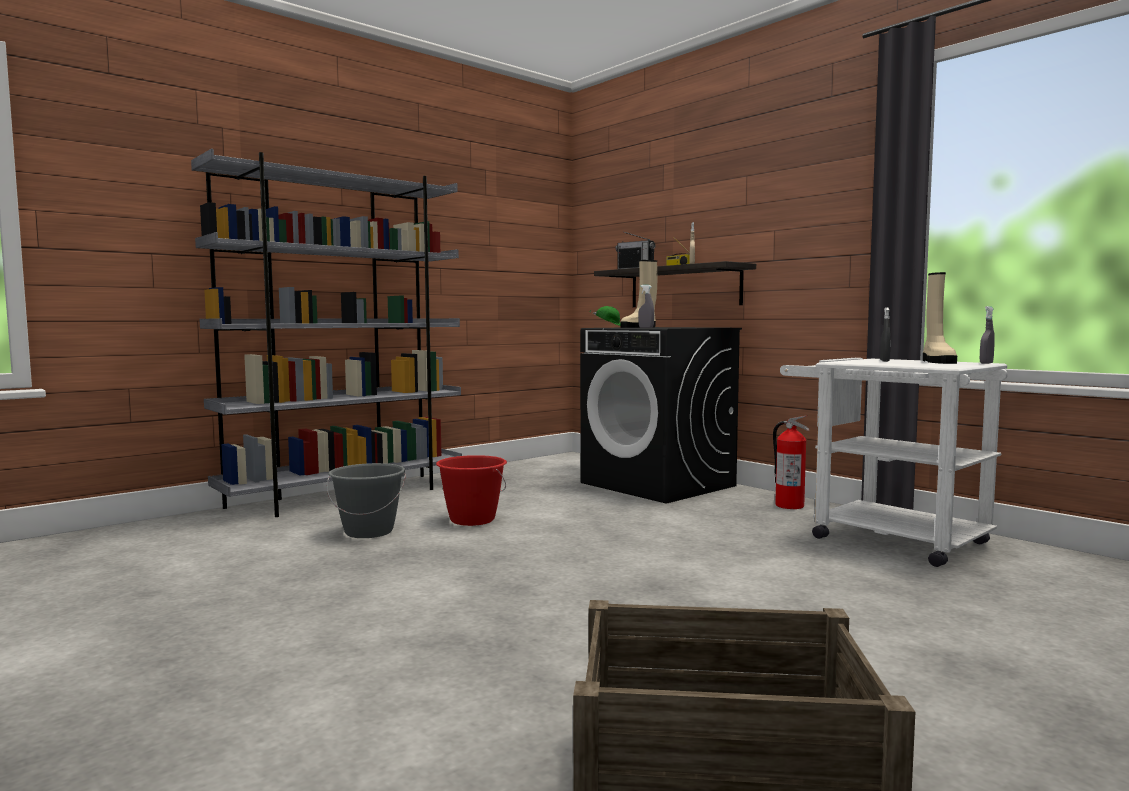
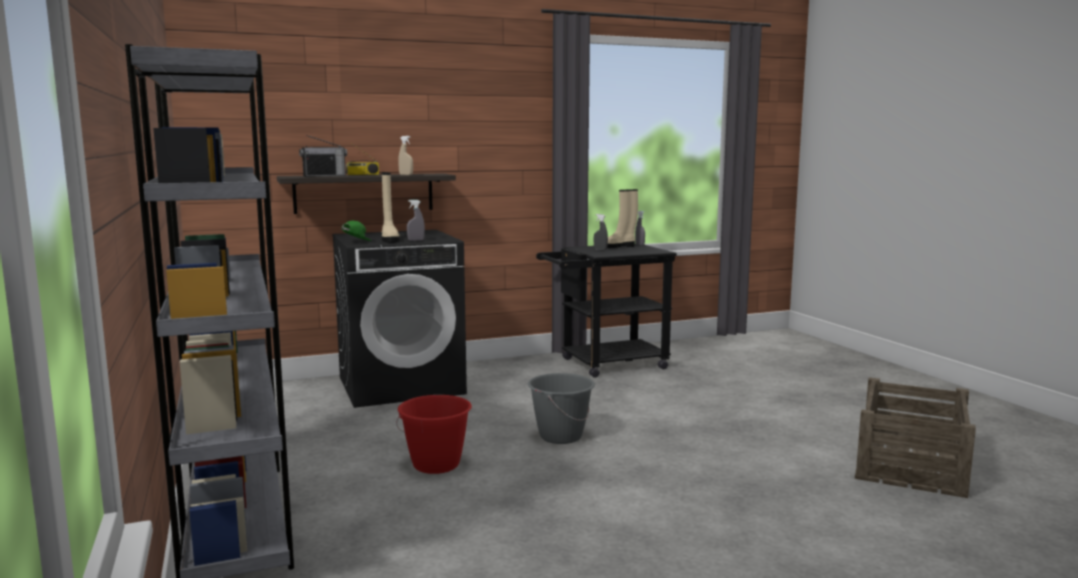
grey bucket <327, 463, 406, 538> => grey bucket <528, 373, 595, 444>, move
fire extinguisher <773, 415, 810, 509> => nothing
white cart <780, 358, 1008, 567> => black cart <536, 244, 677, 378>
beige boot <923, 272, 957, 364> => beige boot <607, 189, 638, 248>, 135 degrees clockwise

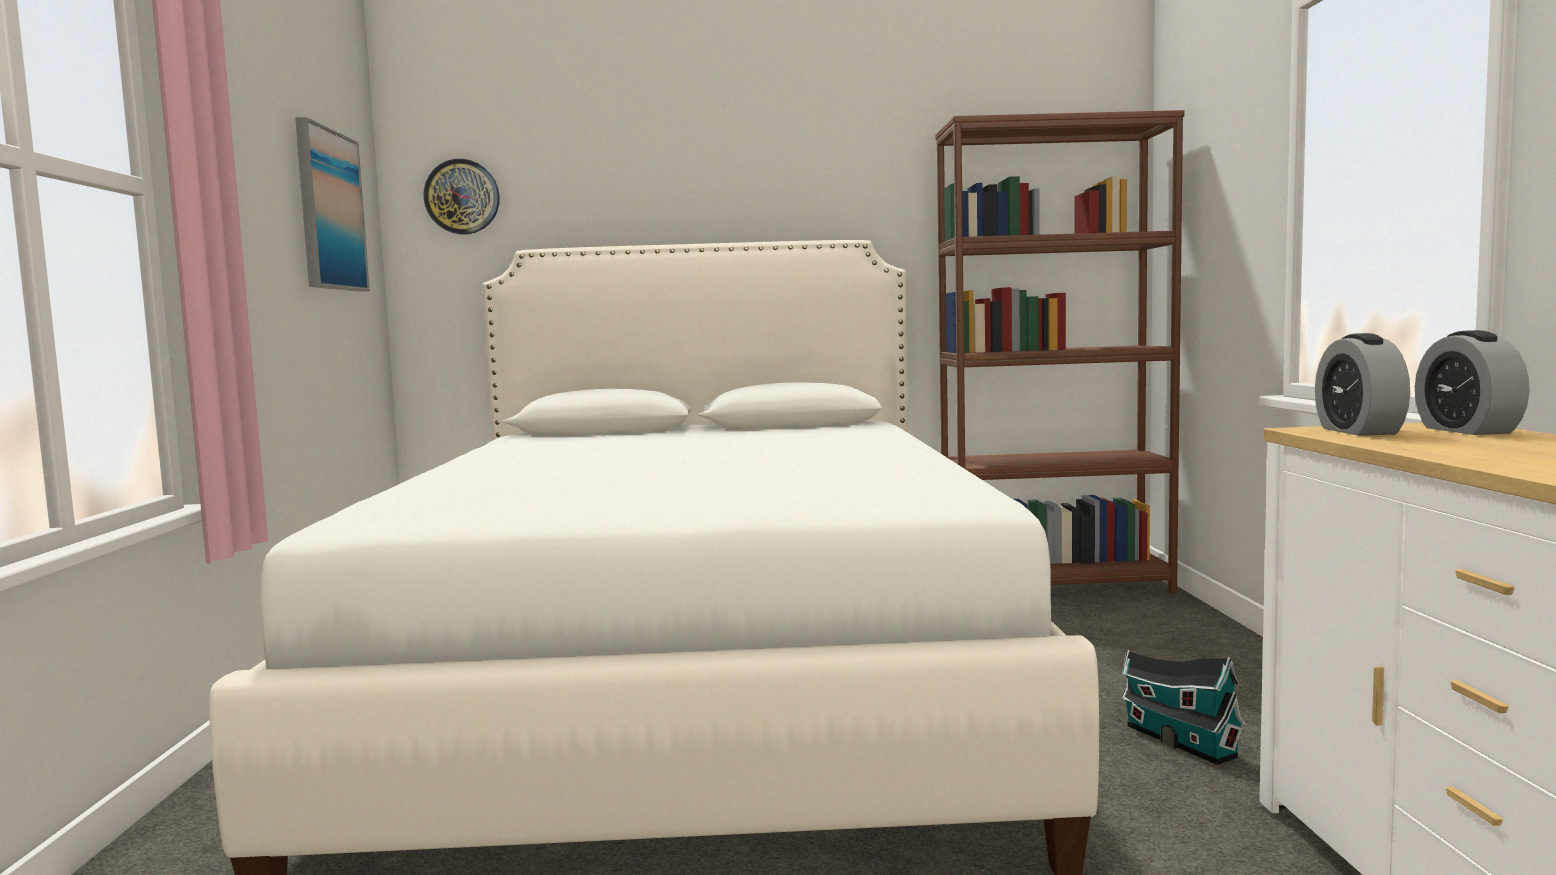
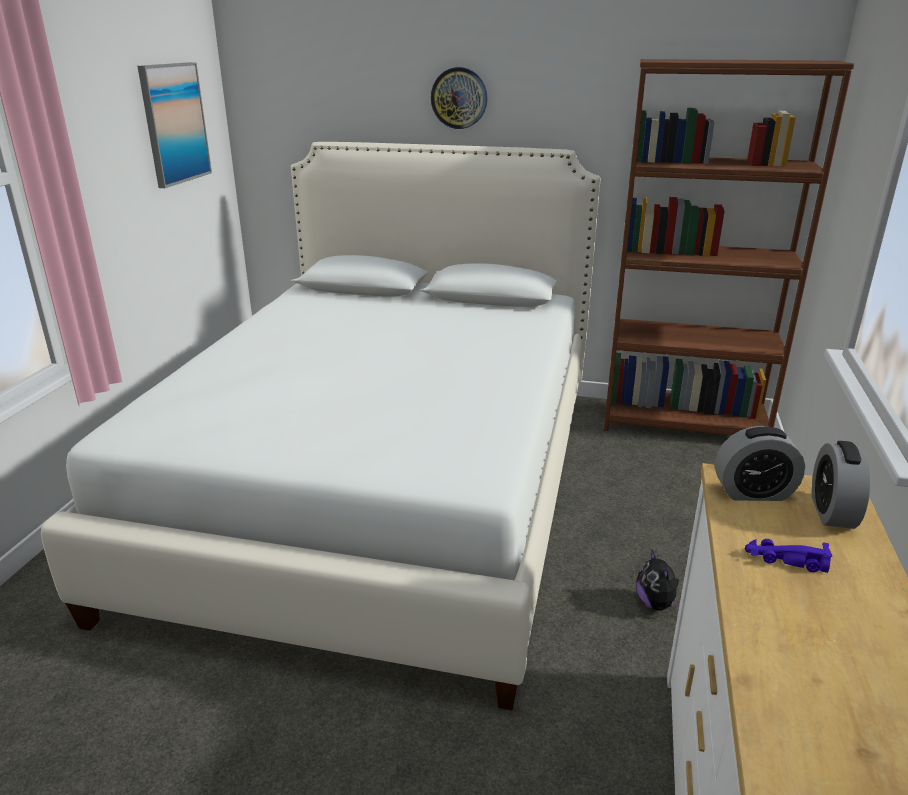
wall clock <423, 159, 500, 235> => wall clock <431, 67, 488, 129>, move
toy house <1121, 650, 1246, 765> => plush toy <636, 550, 680, 610>
alarm clock <1315, 333, 1410, 436> => alarm clock <715, 426, 805, 501>, 105 degrees counterclockwise
nothing => purple toy car <745, 539, 832, 573>

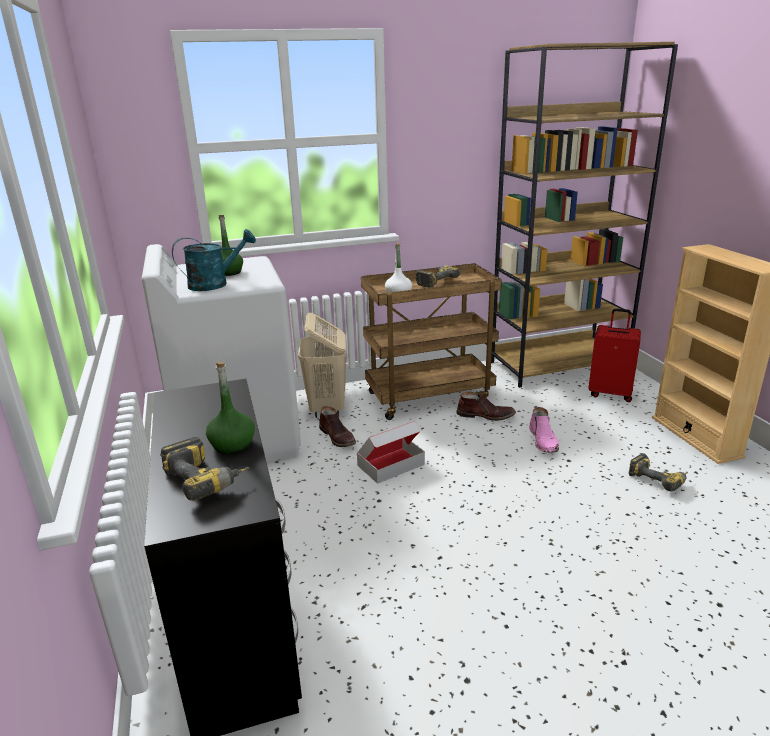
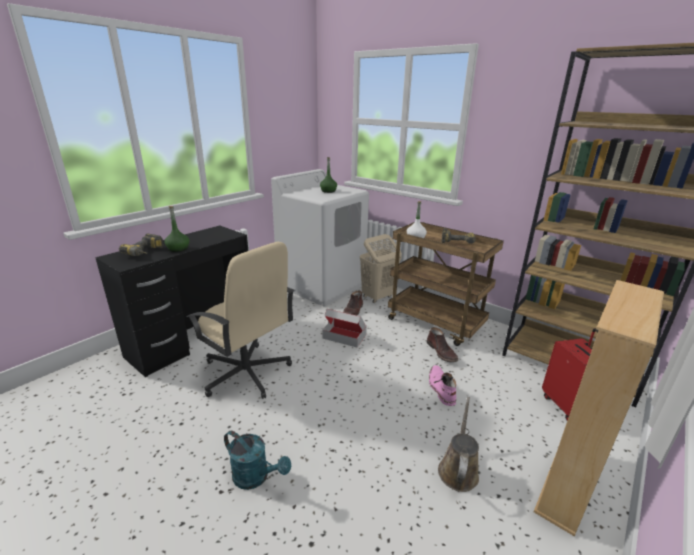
turquoise watering can <172, 229, 256, 291> => turquoise watering can <224, 431, 291, 490>, move
pink boot <529, 407, 559, 452> => pink boot <429, 365, 456, 406>, 120 degrees clockwise
power drill <629, 453, 688, 491> => brown watering can <438, 397, 479, 492>
nothing => beige office chair <187, 242, 294, 399>

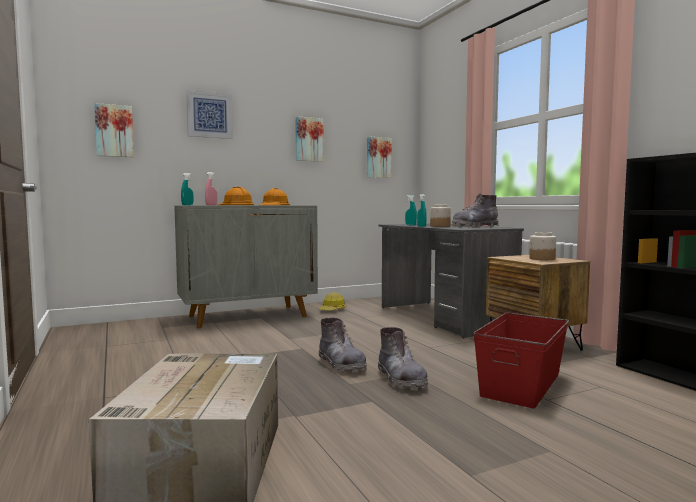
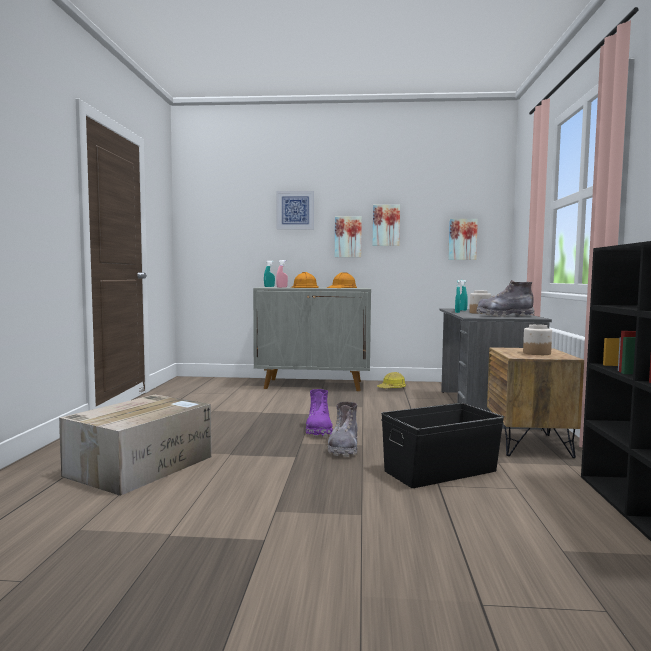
picture <94, 103, 134, 158> => picture <335, 217, 362, 257>, move
grey boot <319, 318, 367, 373> => purple boot <306, 389, 333, 437>
red storage box <473, 312, 569, 409> => black storage box <381, 403, 504, 488>

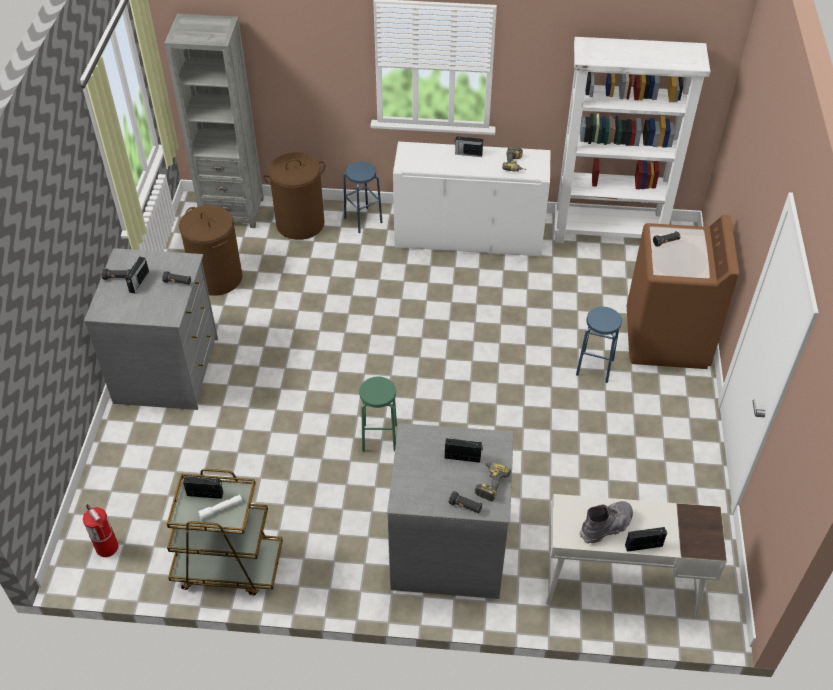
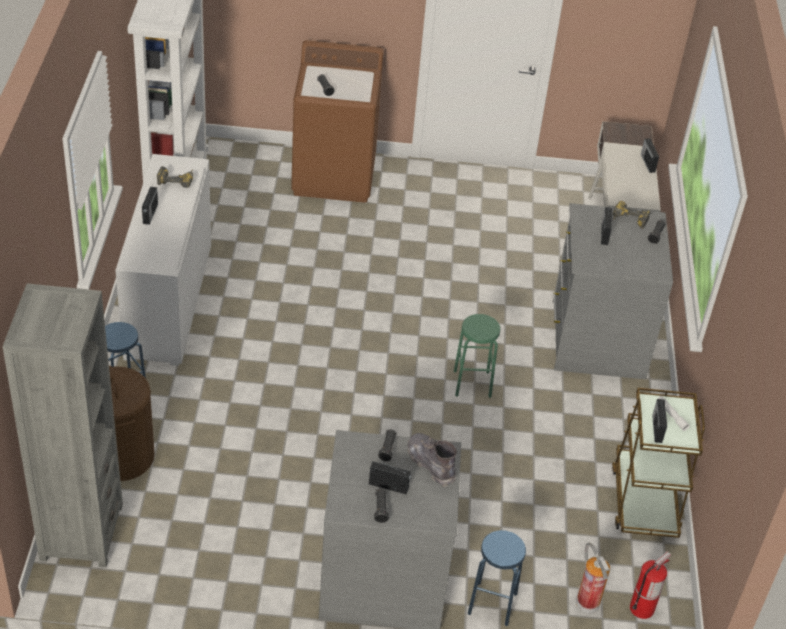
brown laundry basket <179, 205, 242, 296> => nothing
blue stool <576, 307, 622, 383> => blue stool <468, 530, 526, 626>, move
grey boot <580, 501, 633, 544> => grey boot <407, 433, 457, 487>, move
nothing => fire extinguisher <576, 543, 611, 613>

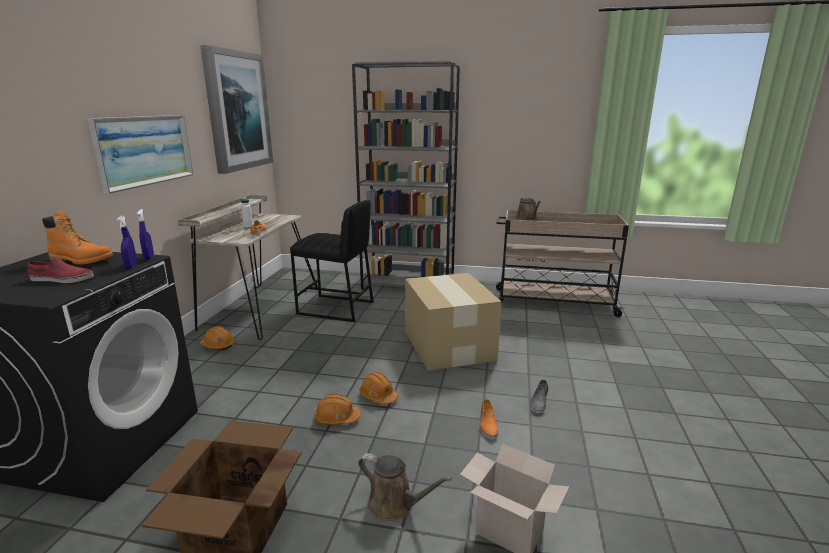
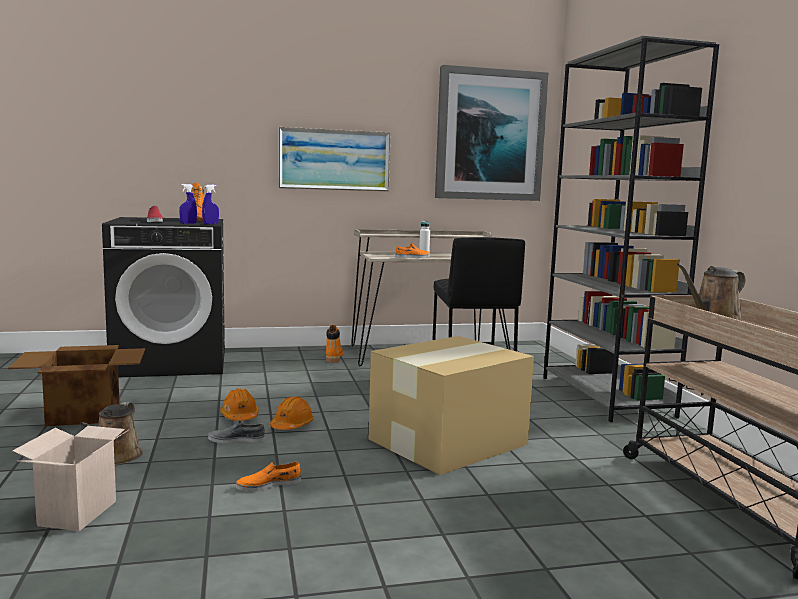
orange hard hat <200, 326, 235, 350> => orange boot <326, 325, 343, 363>
grey shoe <530, 379, 548, 413> => grey shoe <208, 421, 265, 443>, move

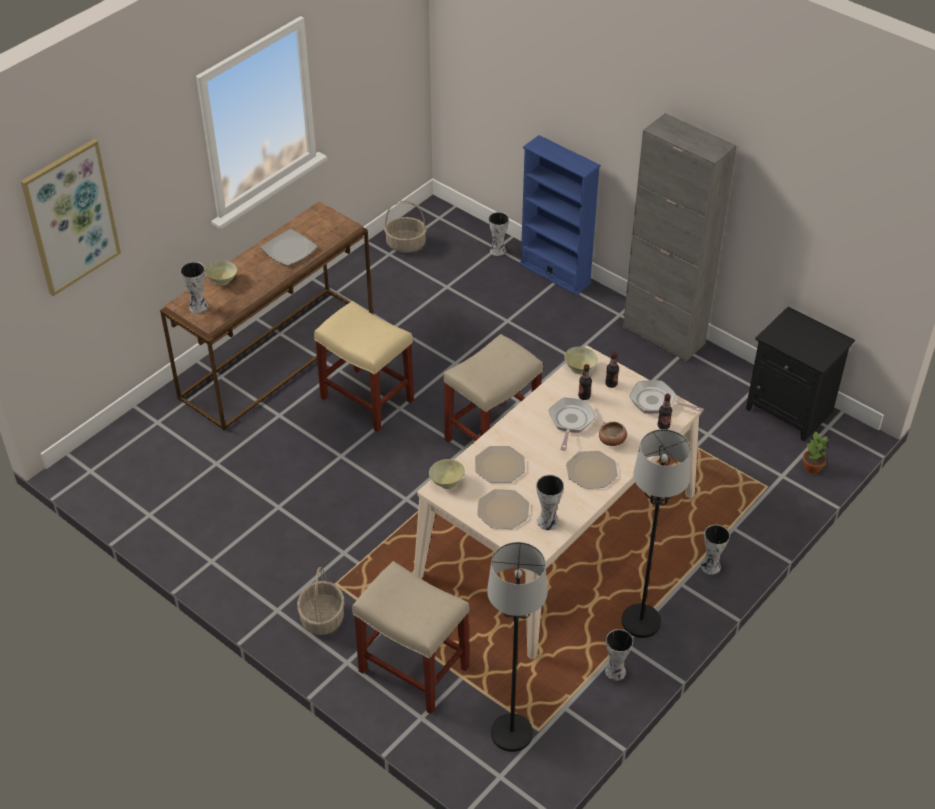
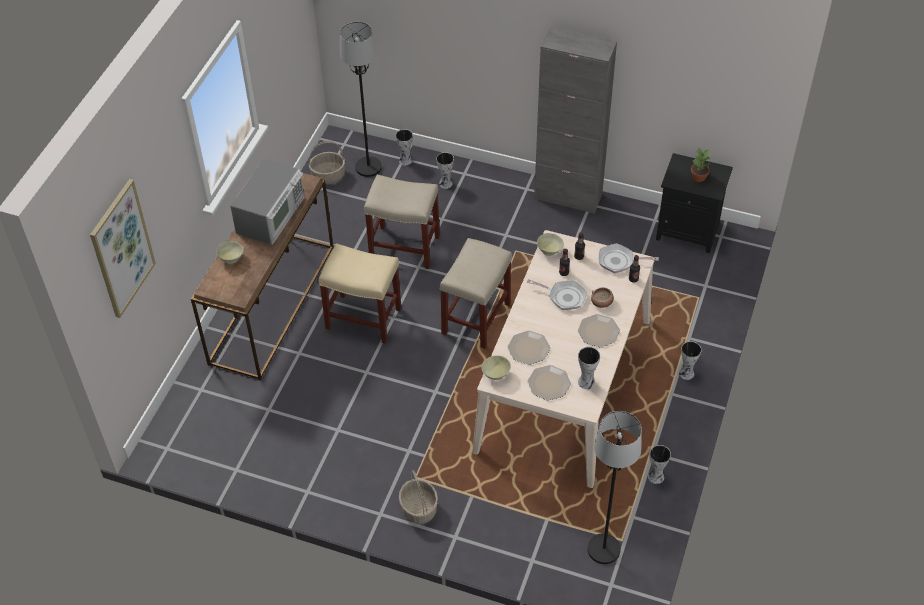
vase <180, 262, 208, 313> => vase <436, 152, 454, 189>, move
plate <261, 229, 317, 266> => microwave <230, 159, 304, 245>
beige stool <352, 561, 469, 714> => beige stool <364, 175, 440, 269>, move
blue bookcase <519, 135, 601, 295> => nothing
frying pan <549, 397, 596, 451> => frying pan <527, 279, 587, 310>, 120 degrees clockwise
black floor lamp <622, 429, 691, 638> => black floor lamp <340, 22, 382, 177>, move
potted plant <803, 431, 829, 474> => potted plant <691, 148, 710, 182>, move

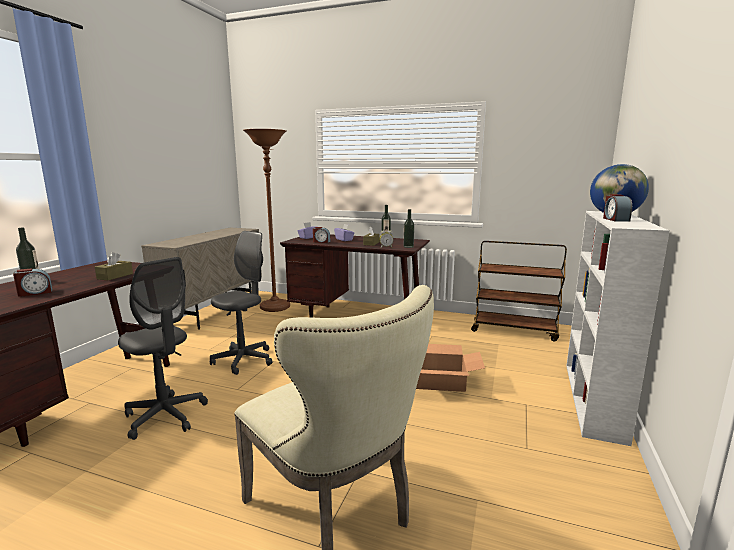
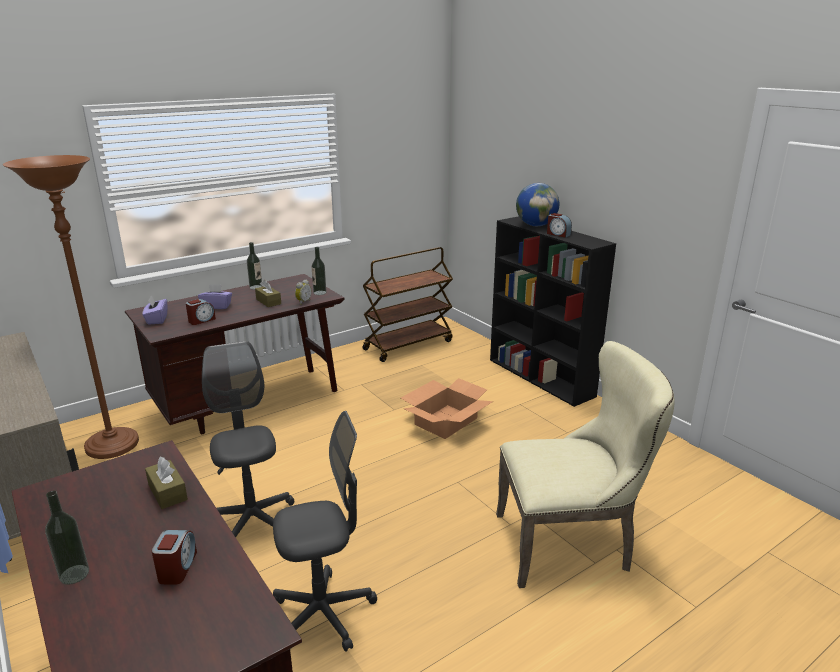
white bookcase <566, 211, 670, 446> => black bookcase <490, 216, 616, 407>

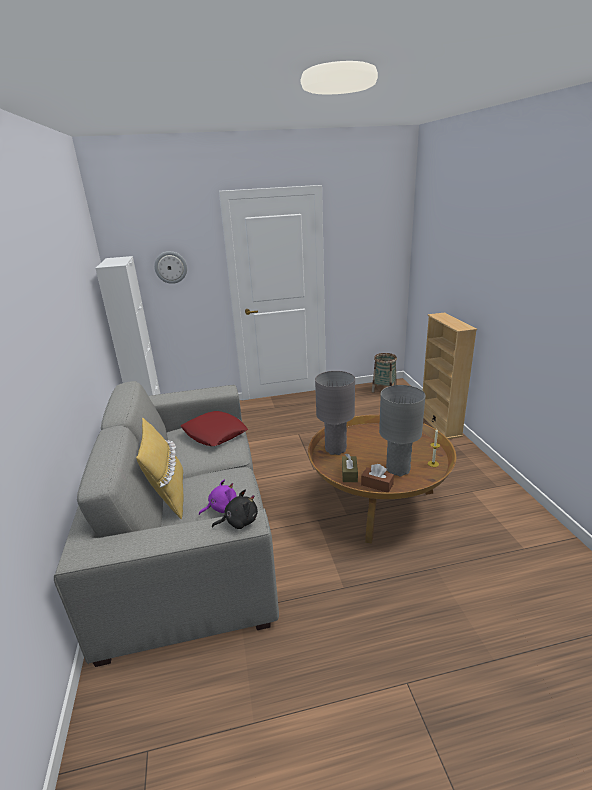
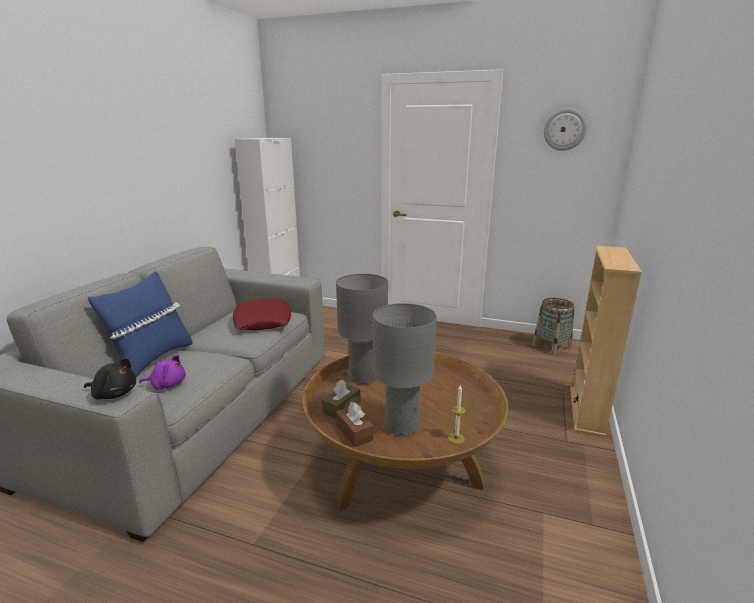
yellow pillow <136, 418, 184, 520> => blue pillow <88, 271, 193, 378>
wall clock <154, 251, 187, 284> => wall clock <544, 108, 587, 151>, move

